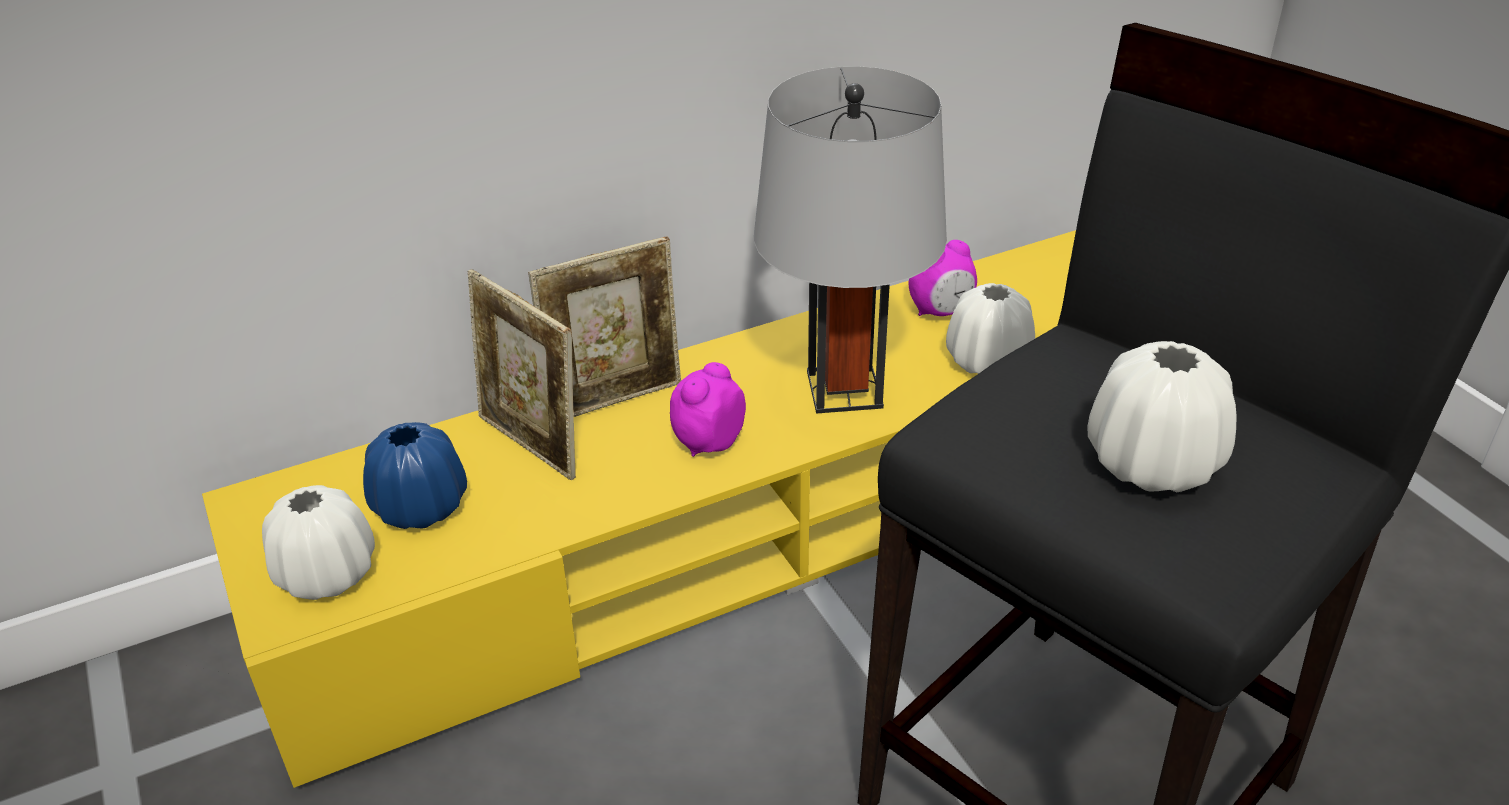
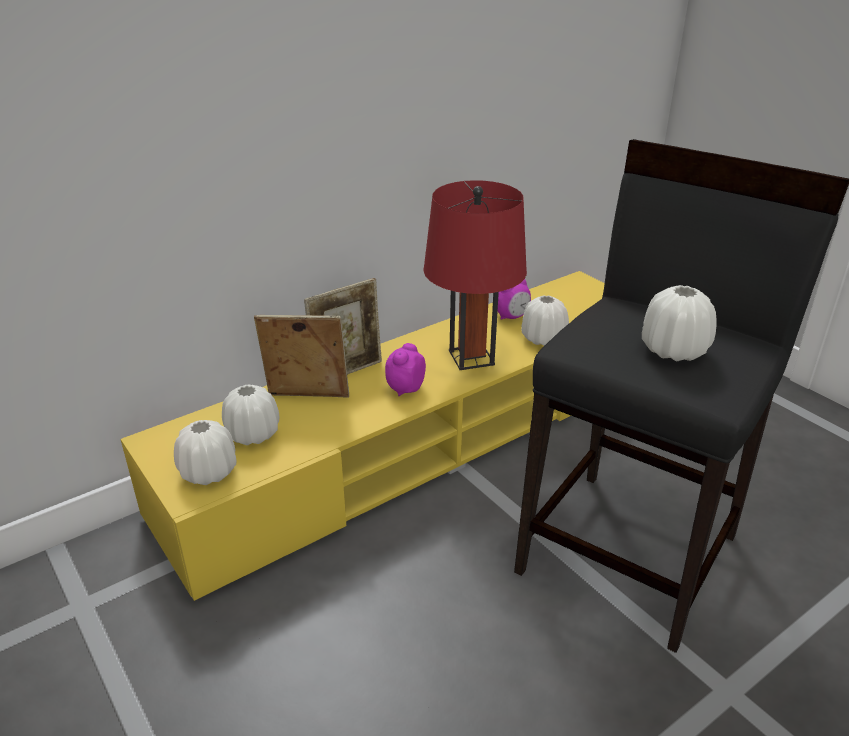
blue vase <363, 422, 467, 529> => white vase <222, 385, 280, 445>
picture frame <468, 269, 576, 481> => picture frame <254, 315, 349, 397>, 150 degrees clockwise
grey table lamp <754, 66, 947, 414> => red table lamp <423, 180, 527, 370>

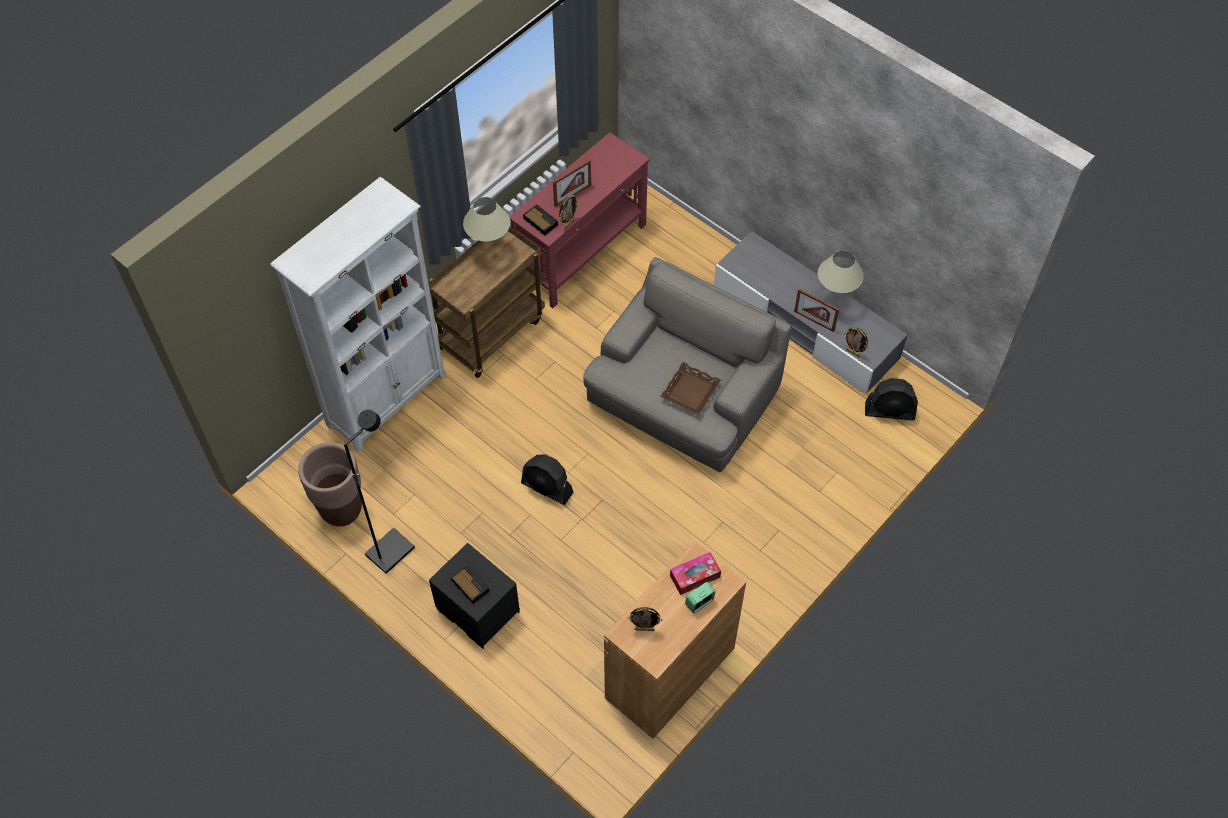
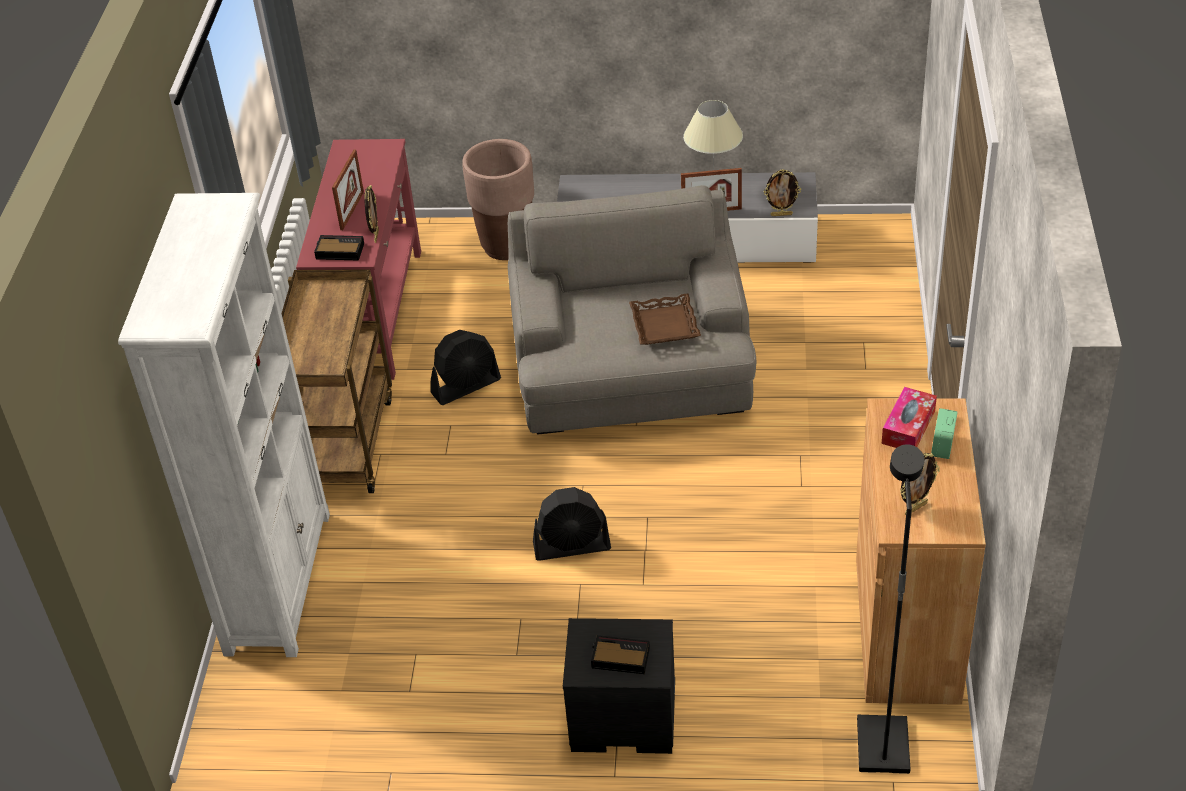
brown planter <298, 442, 362, 526> => brown planter <462, 139, 534, 260>, move
black floor lamp <344, 409, 415, 574> => black floor lamp <857, 444, 924, 774>, move
beige table lamp <463, 197, 510, 249> => nothing
black fan <865, 378, 918, 420> => black fan <430, 330, 501, 405>, move

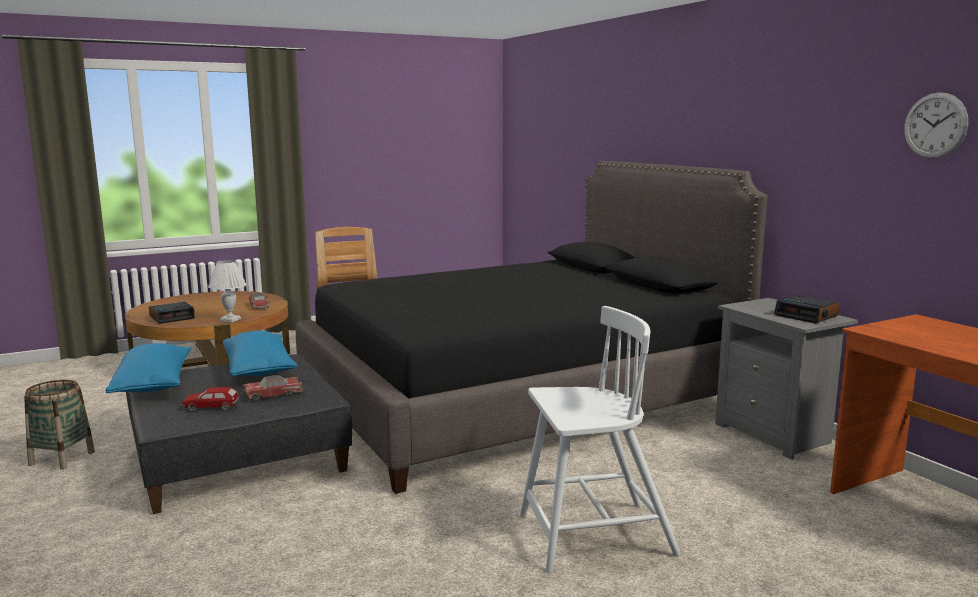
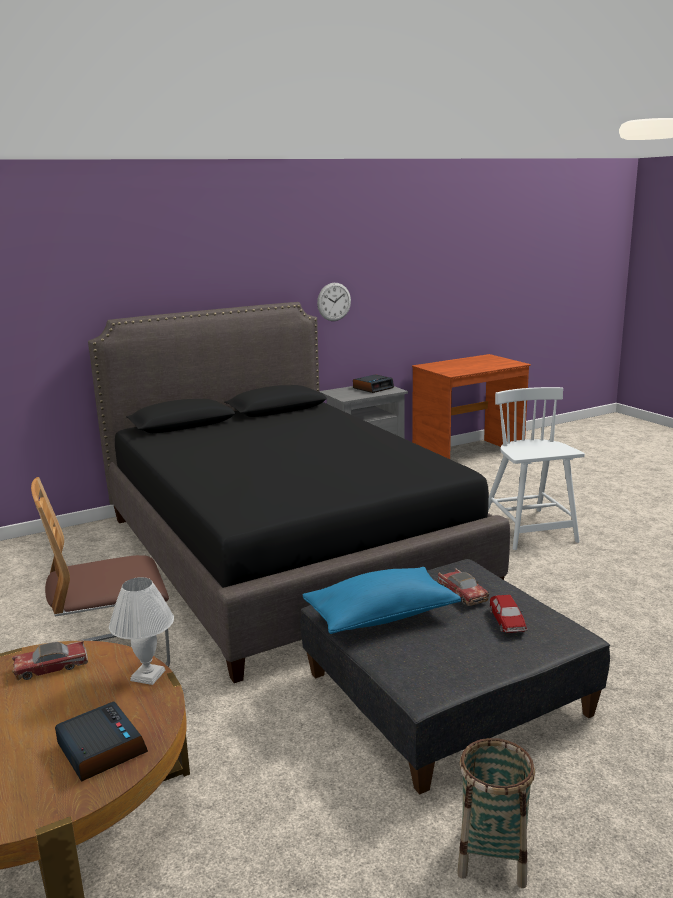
blue pillow <106, 343, 191, 393> => nothing
wall clock <904, 92, 968, 159> => wall clock <317, 283, 351, 321>, move

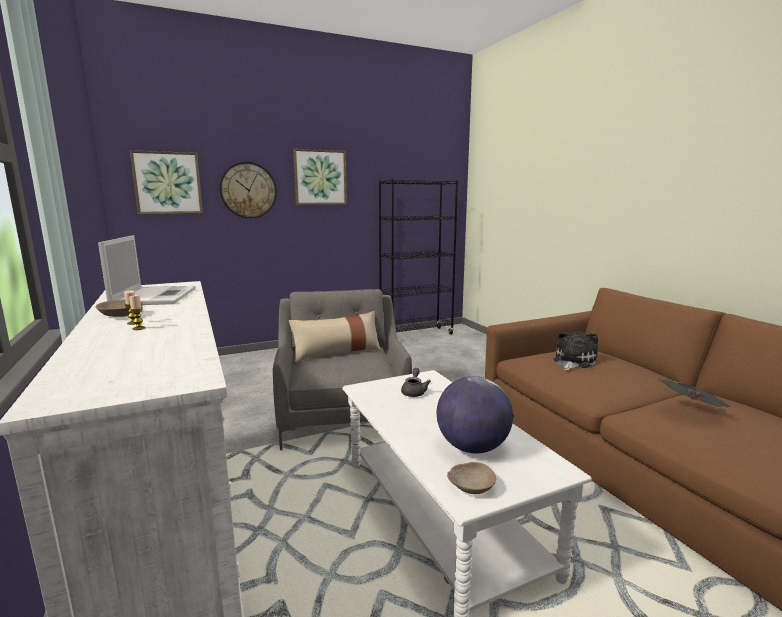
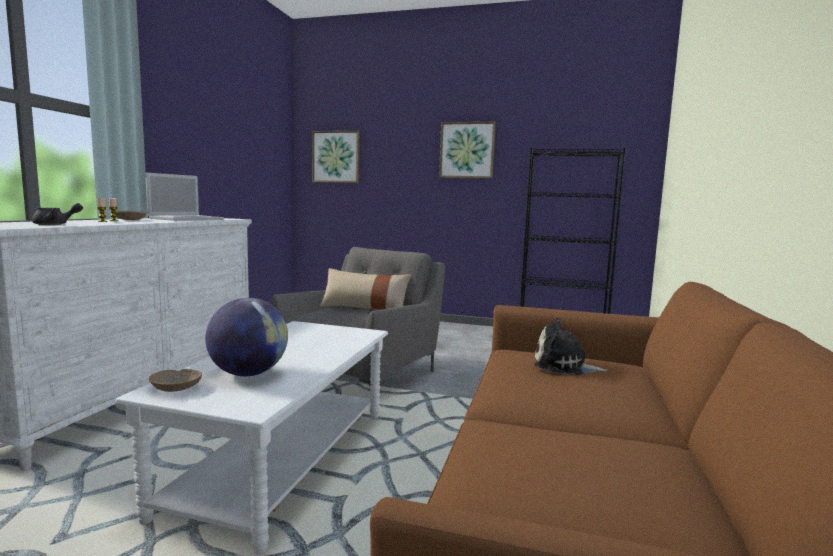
wall clock <219, 162, 277, 218> => nothing
grey teapot <401, 368, 431, 397> => grey teapot <32, 203, 83, 225>, move
plush toy <553, 331, 598, 371> => plush toy <534, 318, 608, 375>, 150 degrees counterclockwise
newspaper <658, 379, 730, 408> => nothing

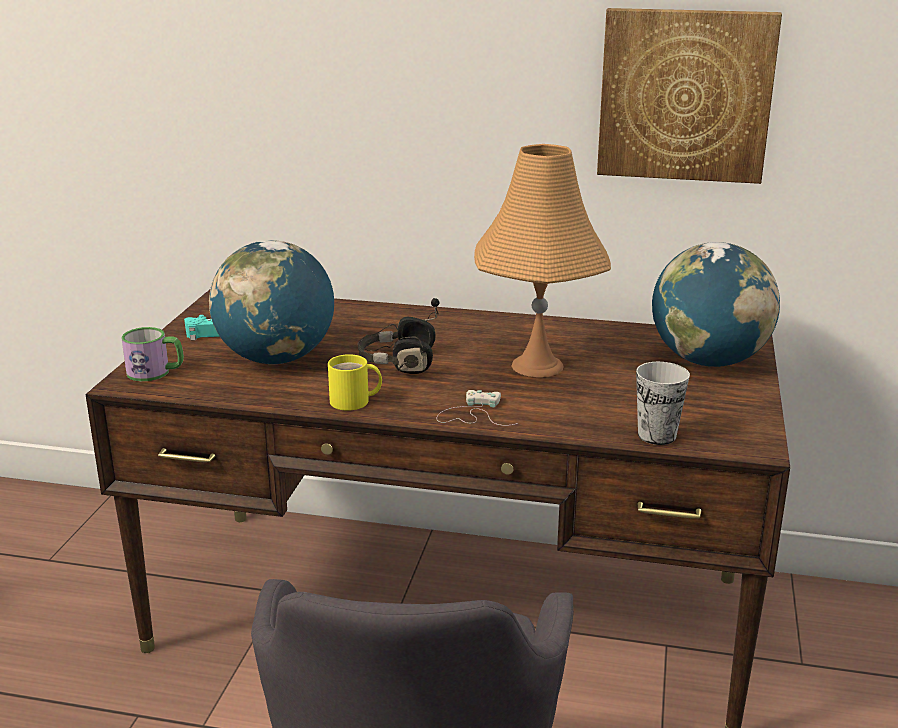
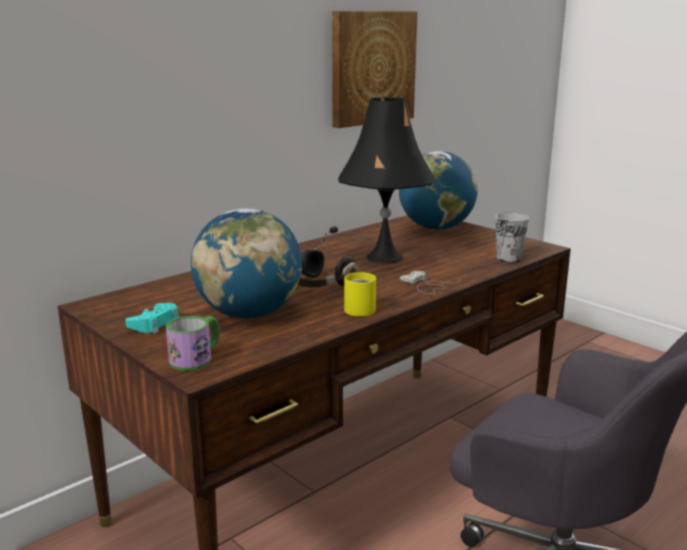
orange table lamp <474, 144, 611, 377> => black table lamp <338, 97, 434, 264>

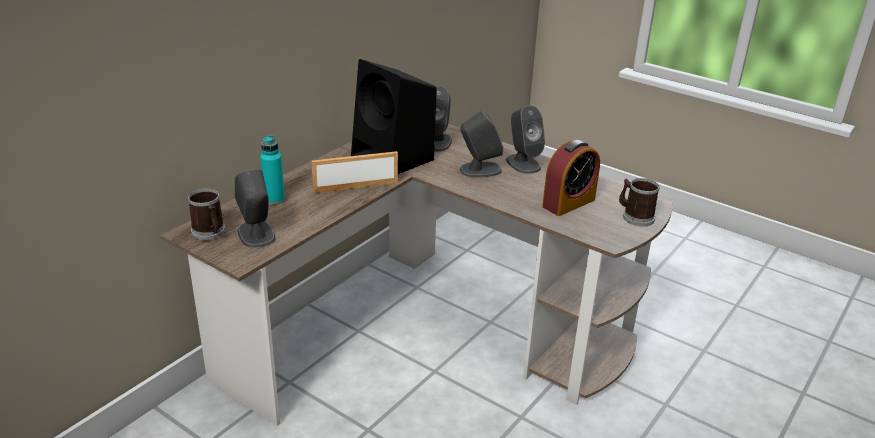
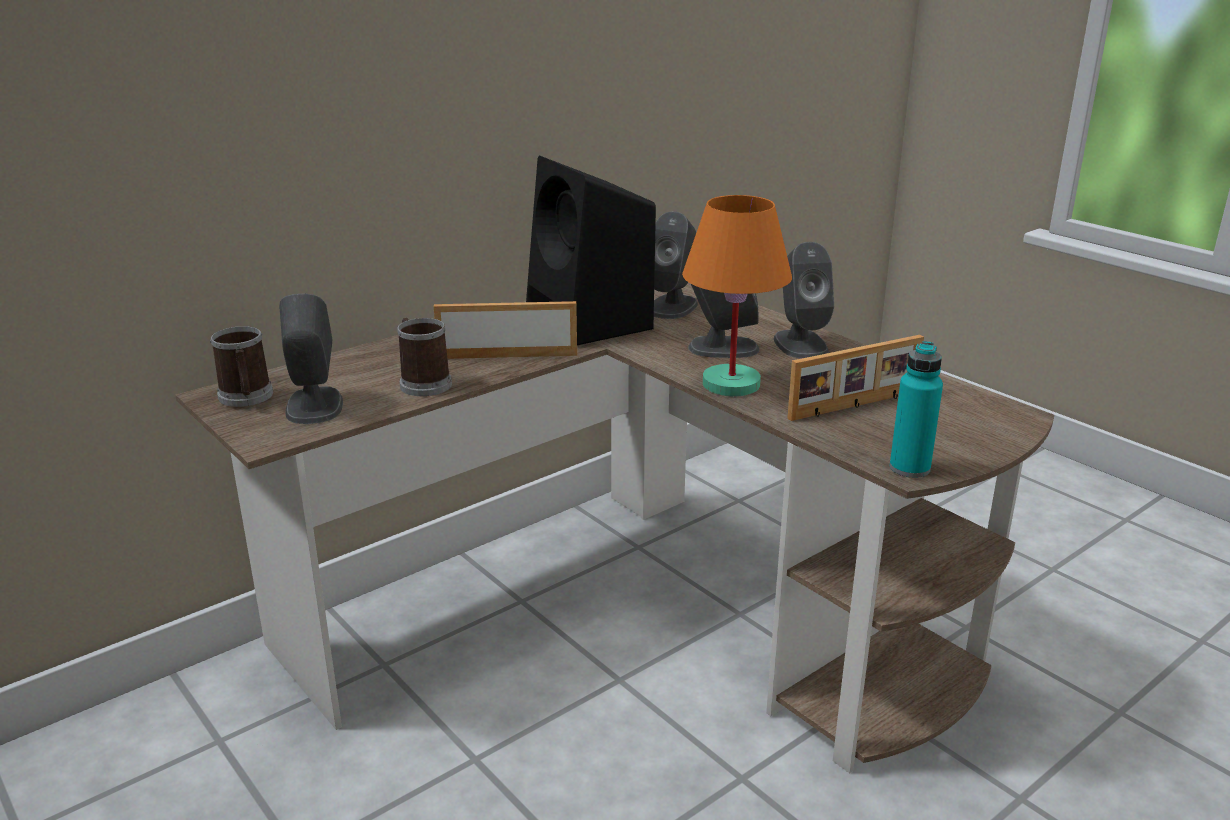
turquoise bottle <260, 135, 285, 205> => turquoise bottle <890, 341, 943, 478>, move
alarm clock <542, 140, 600, 216> => picture frame <787, 335, 924, 421>
mug <619, 178, 660, 227> => mug <397, 318, 452, 396>, move
nothing => orange table lamp <682, 195, 792, 396>

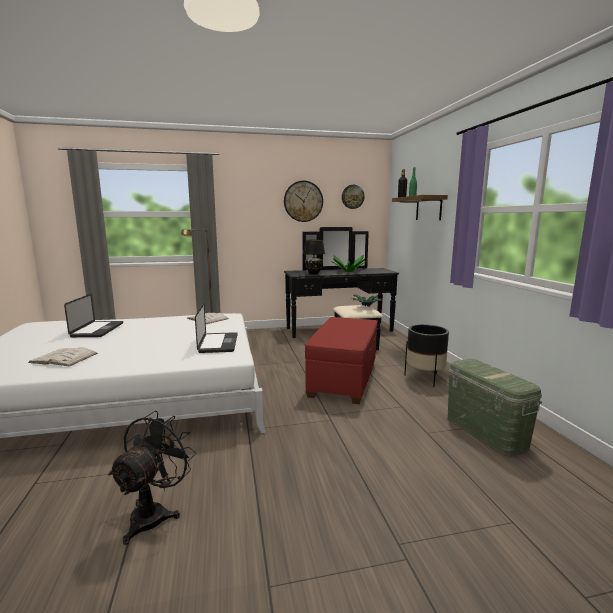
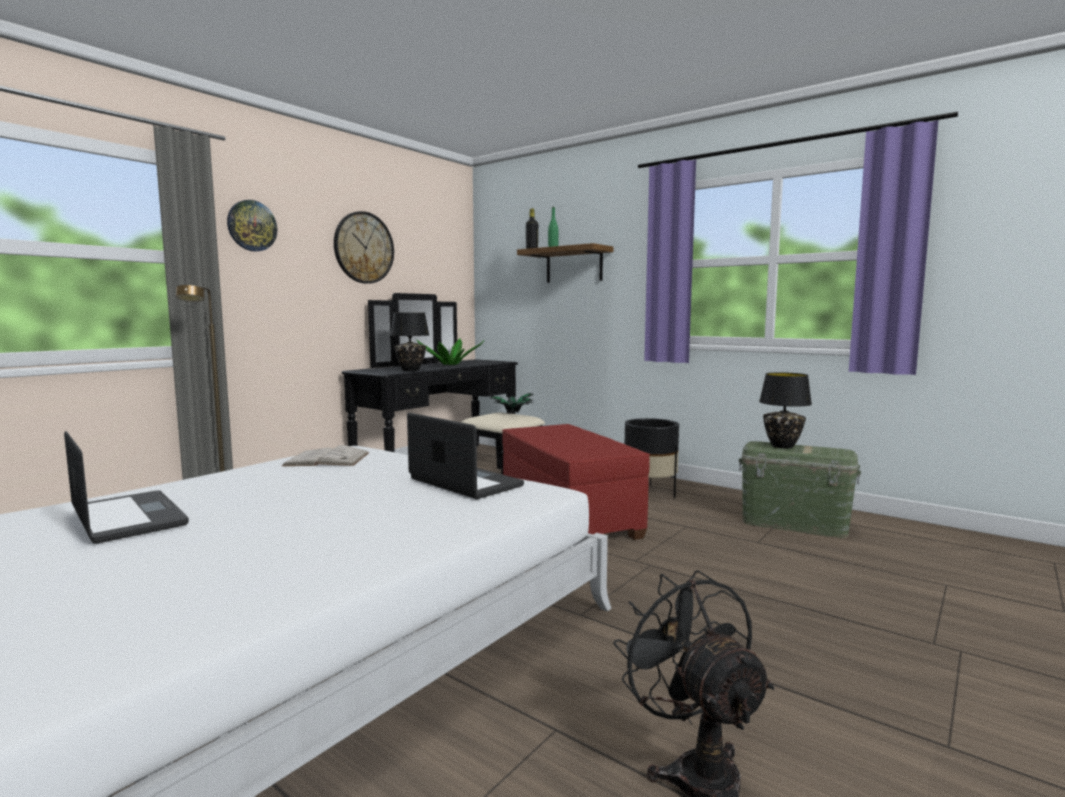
white book <28, 347, 98, 366> => nothing
wall clock <342, 185, 365, 209> => wall clock <227, 200, 277, 252>, move
nothing => black table lamp <759, 372, 812, 448>

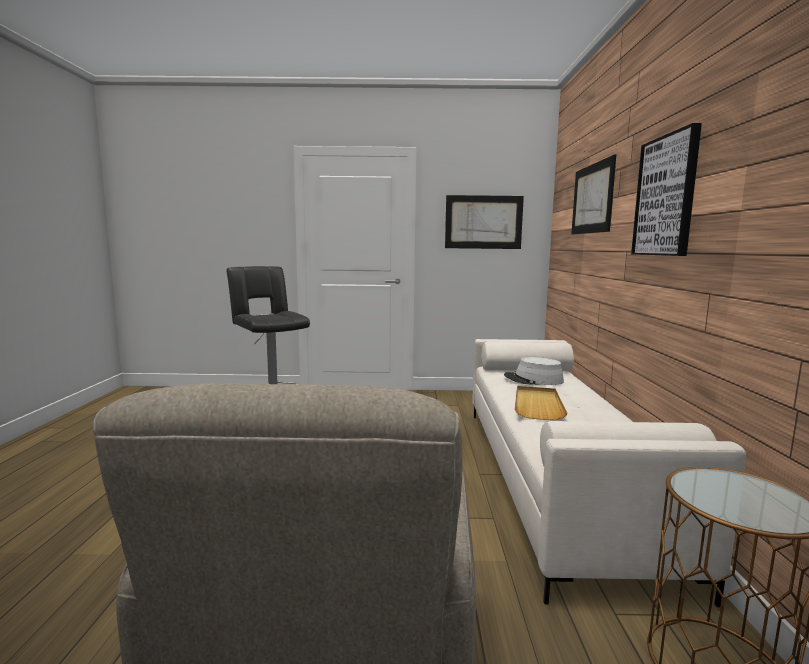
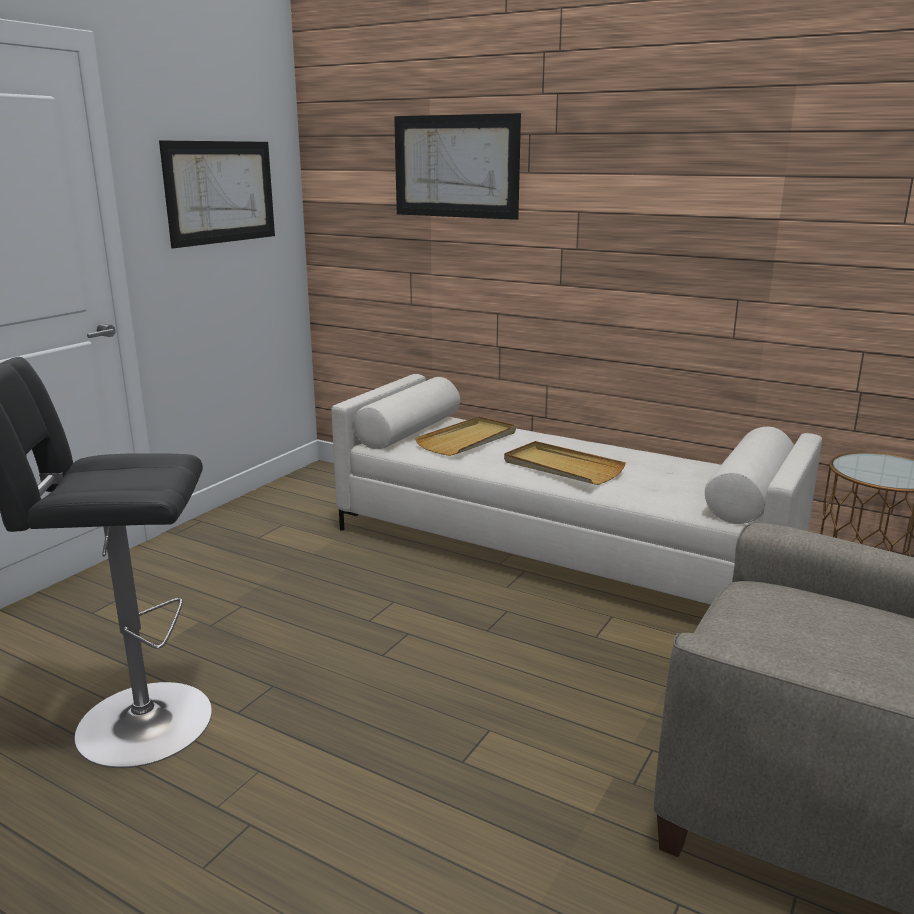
grey hat <504, 357, 564, 385> => beige tray <415, 416, 516, 456>
picture <631, 123, 702, 256> => nothing

